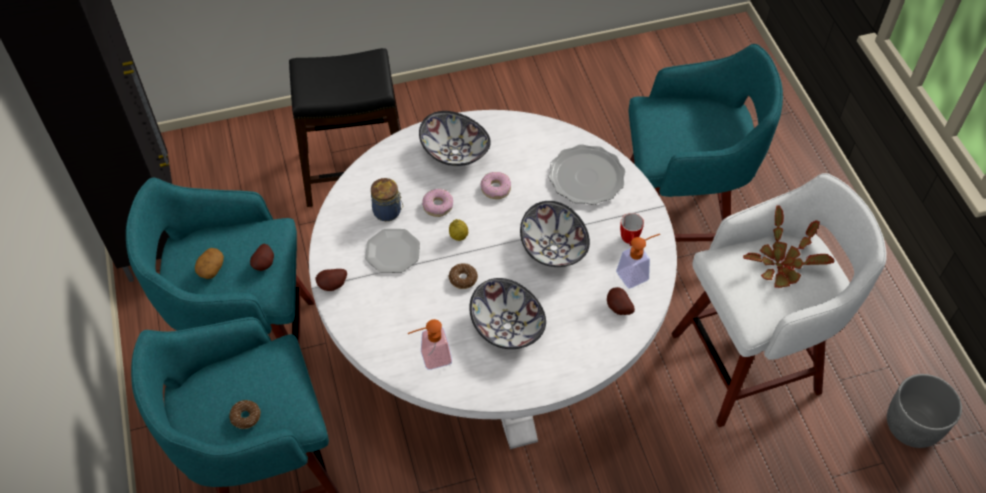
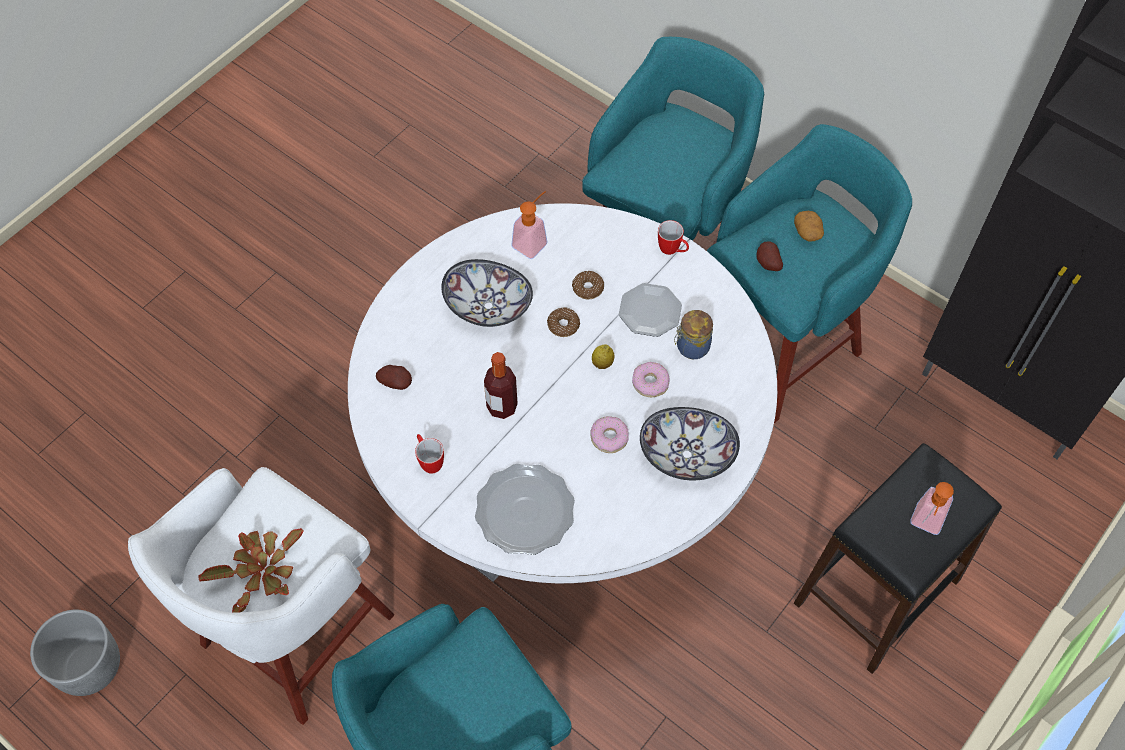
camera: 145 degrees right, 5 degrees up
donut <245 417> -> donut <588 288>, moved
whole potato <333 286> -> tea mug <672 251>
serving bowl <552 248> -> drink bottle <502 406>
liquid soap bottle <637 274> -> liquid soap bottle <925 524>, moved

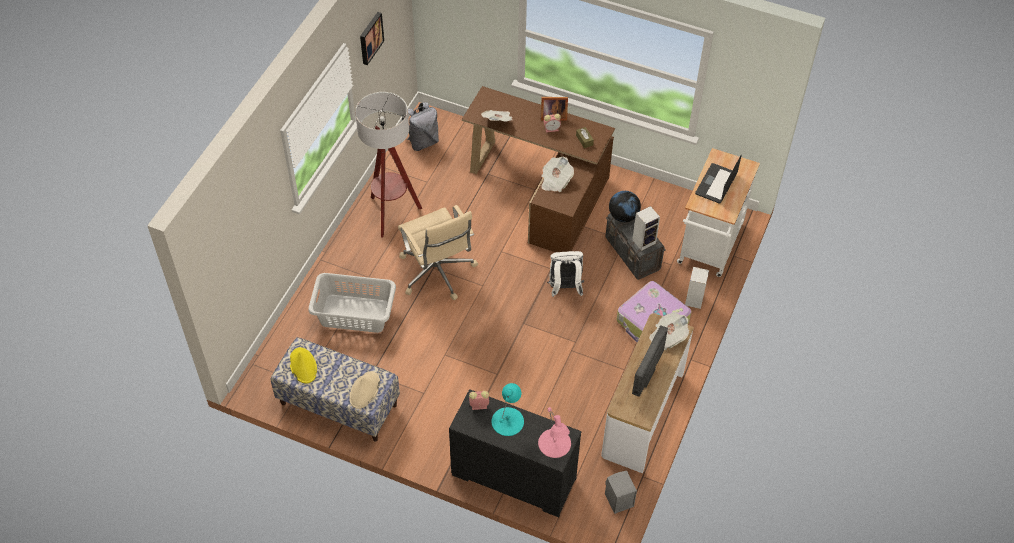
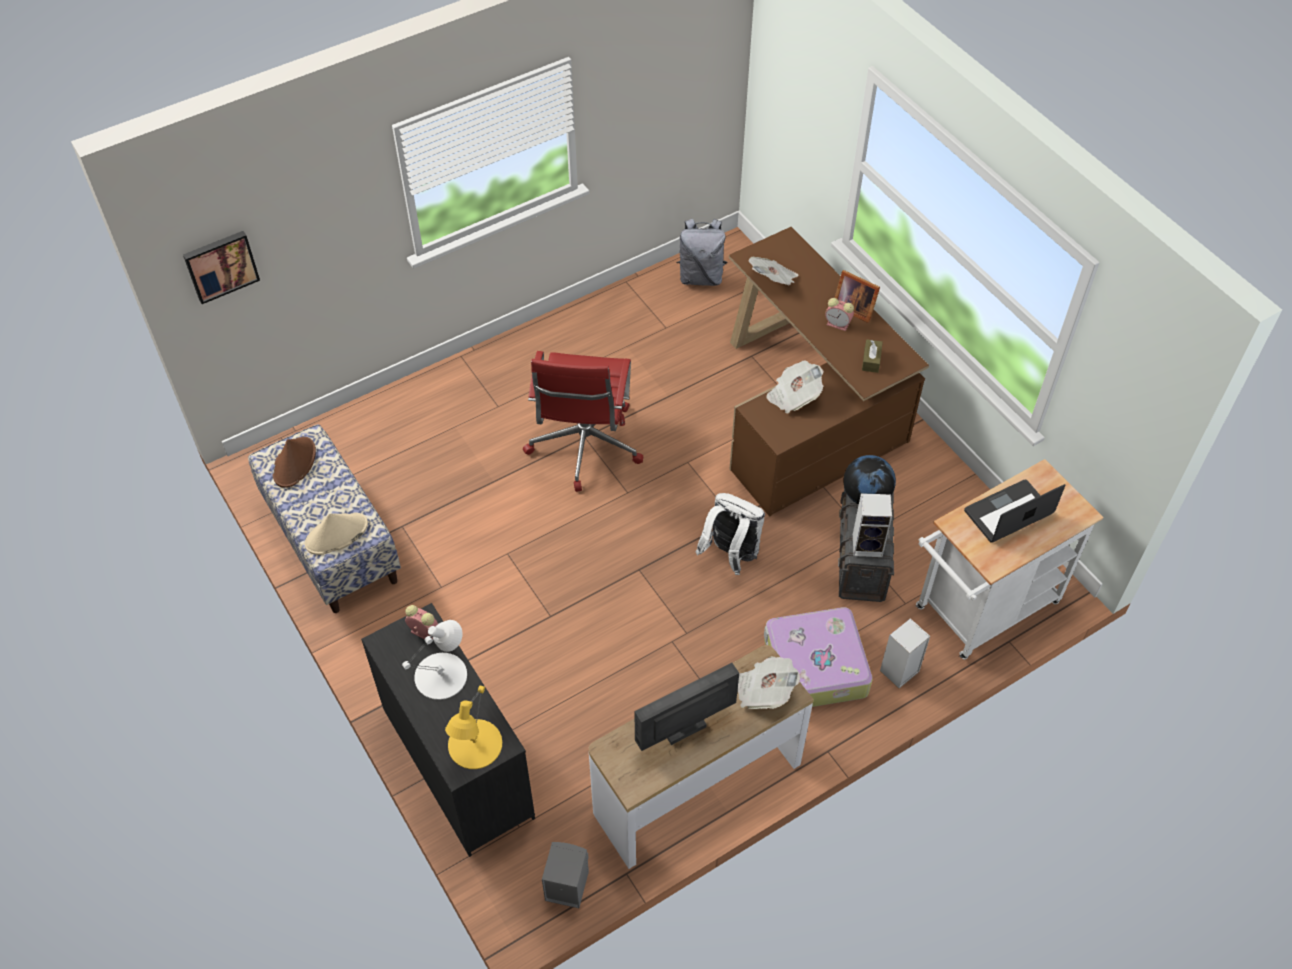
camera: 35 degrees right, 0 degrees up
clothing hat (yellow) <303 365> -> clothing hat (brown) <294 462>
washing basket (greyish) <354 313> -> none
standard lamp <391 213> -> none
picture <370 37> -> picture <220 265>, moved
computer chair (beige-coloured) <437 273> -> computer chair (reddish) <584 446>
tabletop lamp (blue-green) <508 421> -> tabletop lamp (whitish) <442 676>
tabletop lamp (pinkish) <554 444> -> tabletop lamp (yellow) <474 745>

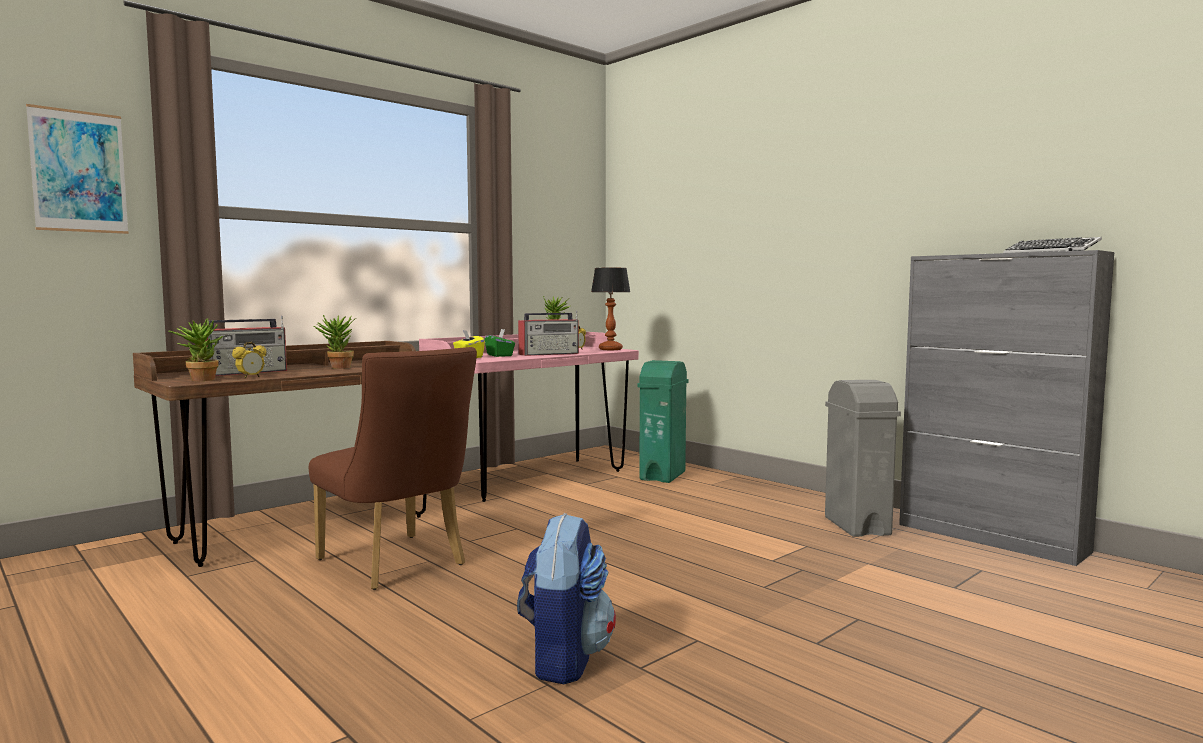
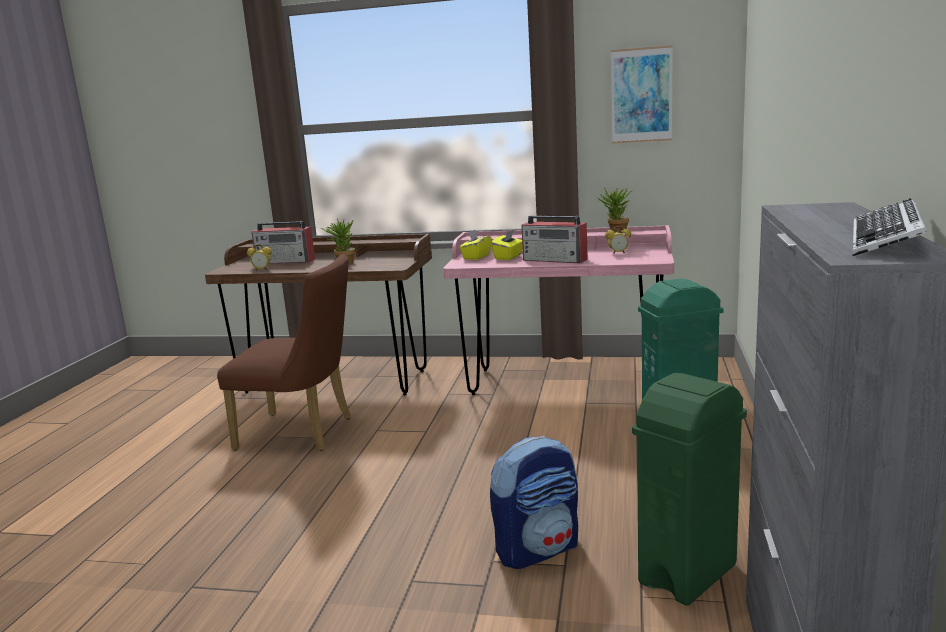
camera: 55 degrees right, 10 degrees up
picture <79 171> -> picture <641 95>, moved
plant in a pot <199 379> -> none
chair (brown) <397 564> -> chair (brown) <303 433>, 90 degrees counterclockwise
box of tissues (greenish) <500 355> -> box of tissues (yellow) <508 257>
backpack <564 658> -> backpack <538 549>, moved
tabletop lamp <611 349> -> none
trash can (greyish) <857 526> -> trash can (greenish) <689 573>

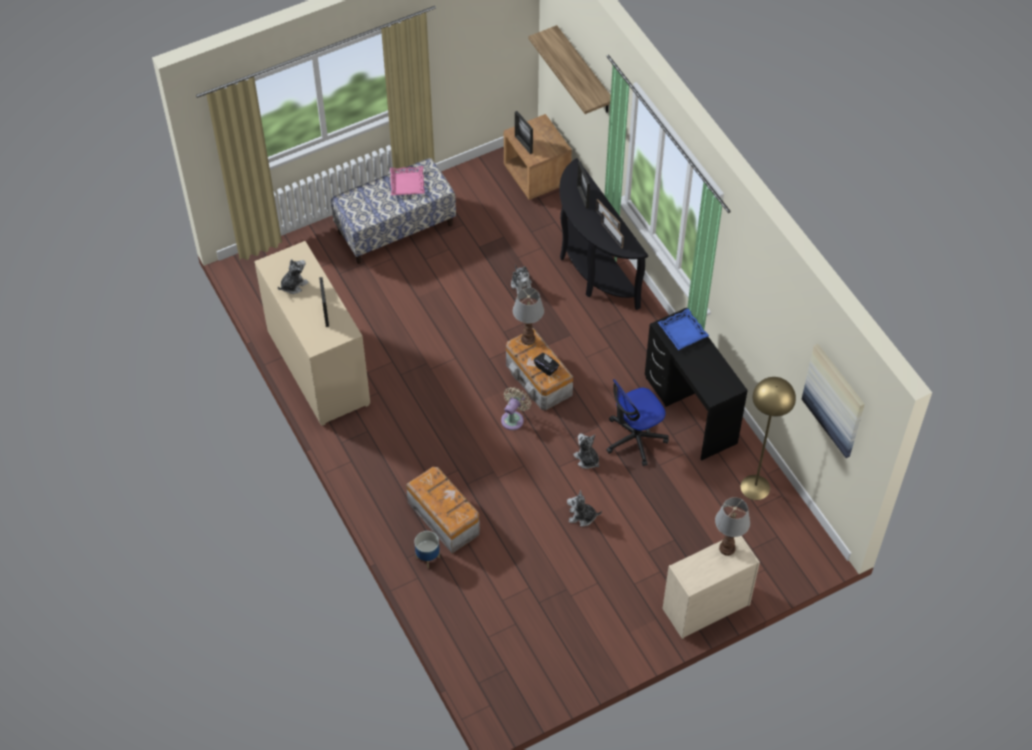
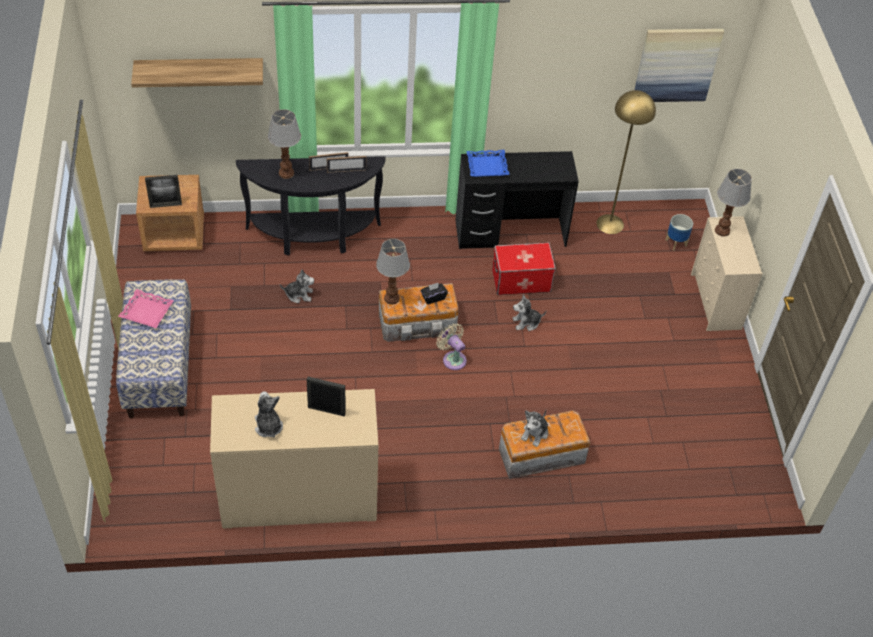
camera: 70 degrees left, 5 degrees down
flower pot <428 557> -> flower pot <676 243>, moved
plush toy <582 516> -> plush toy <535 433>, moved
picture frame <582 197> -> tabletop lamp <287 173>
computer chair <635 438> -> storage container <521 281>

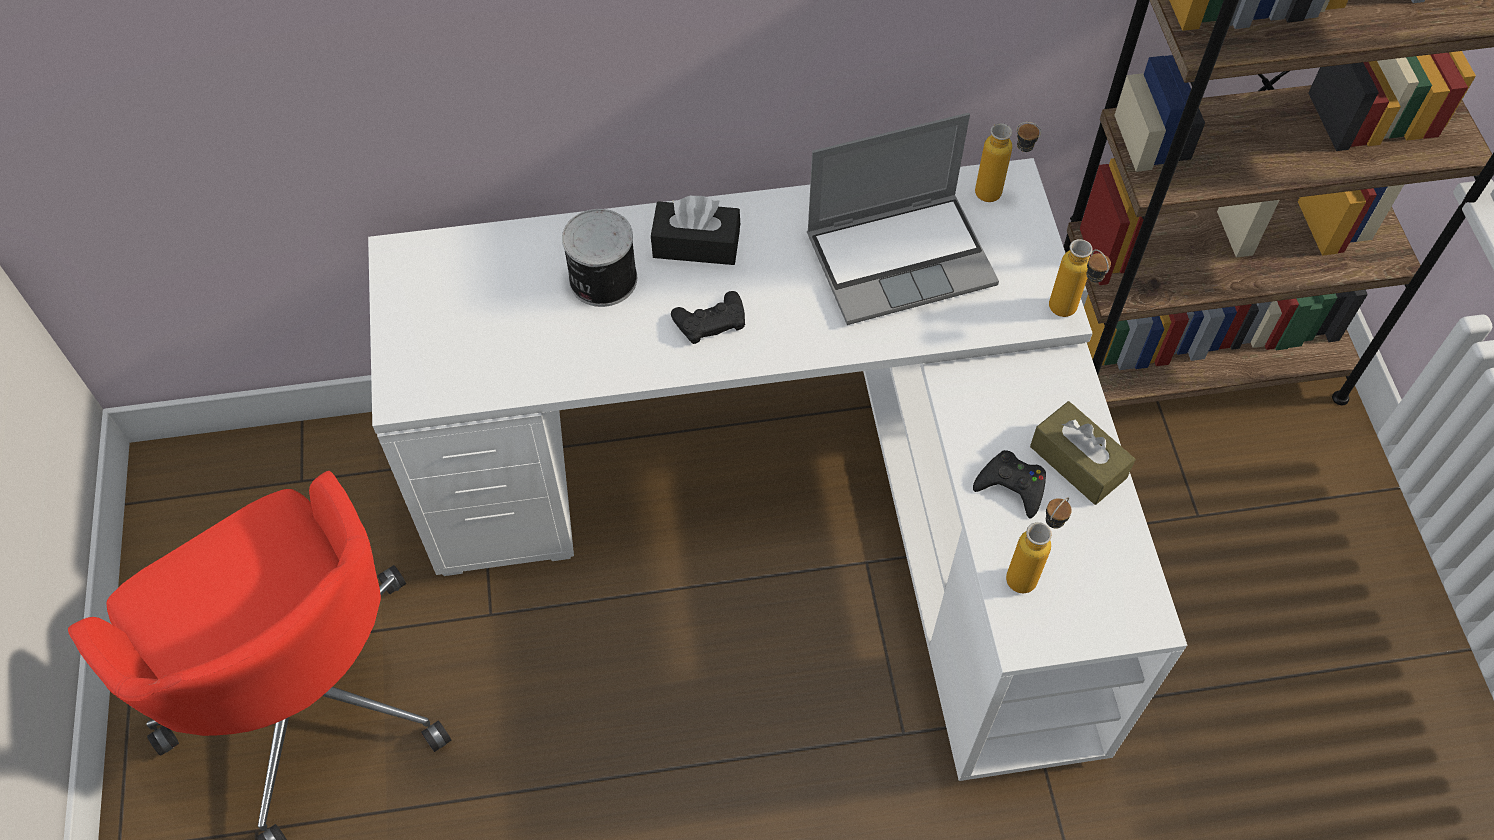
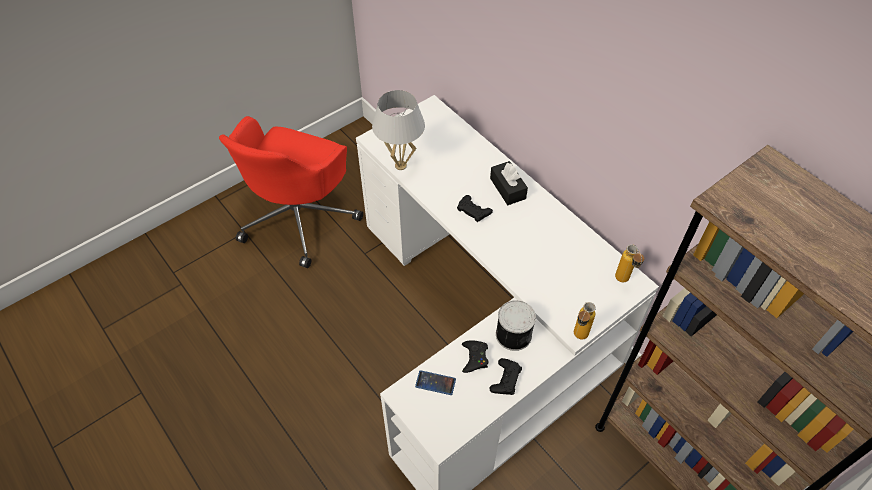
camera: 60 degrees right, 5 degrees down
sealed can <601 279> -> sealed can <512 334>, moved
notebook computer <901 258> -> none
drink bottle <1029 571> -> handset <435 383>
box of tissues (brown) <1078 462> -> gamepad (black-coloured) <505 379>
none -> tabletop lamp (whitish) <401 166>

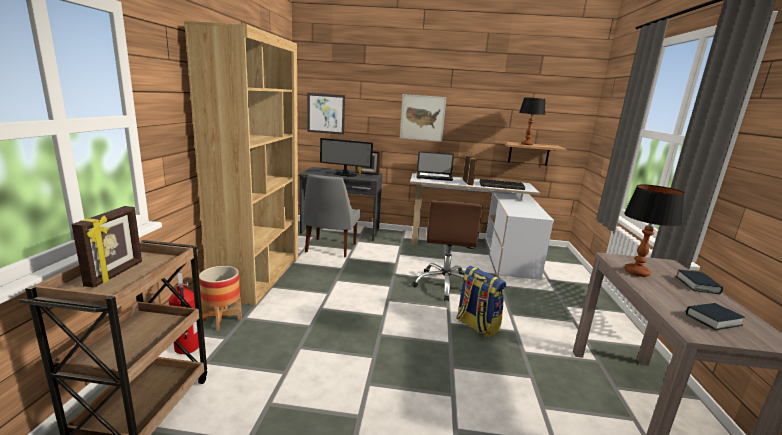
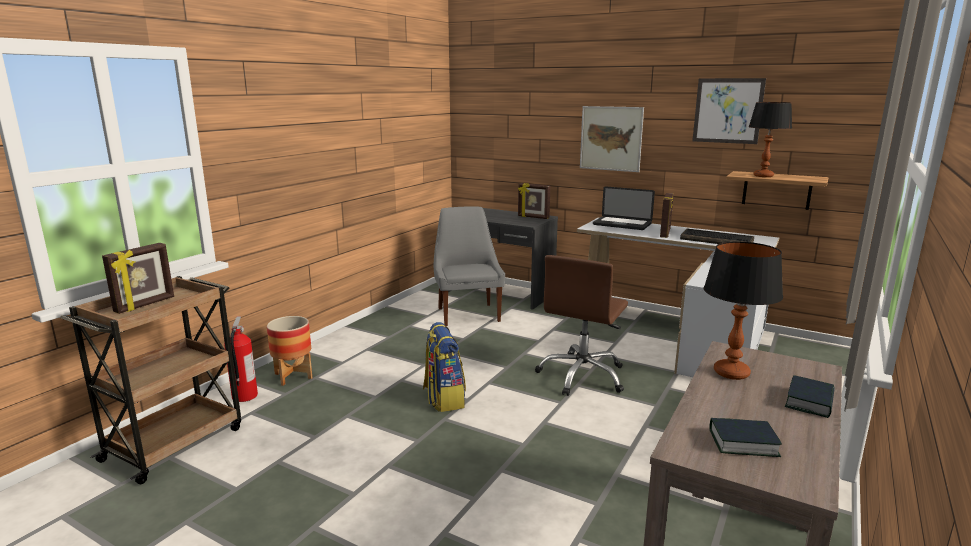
camera: 25 degrees right, 0 degrees up
shelving unit (brown) <258 276> -> none
chair (greyish) <330 249> -> chair (greyish) <468 314>, 135 degrees clockwise
picture <326 113> -> picture <727 110>, moved
computer display <345 175> -> none
backpack <476 326> -> backpack <443 398>, moved

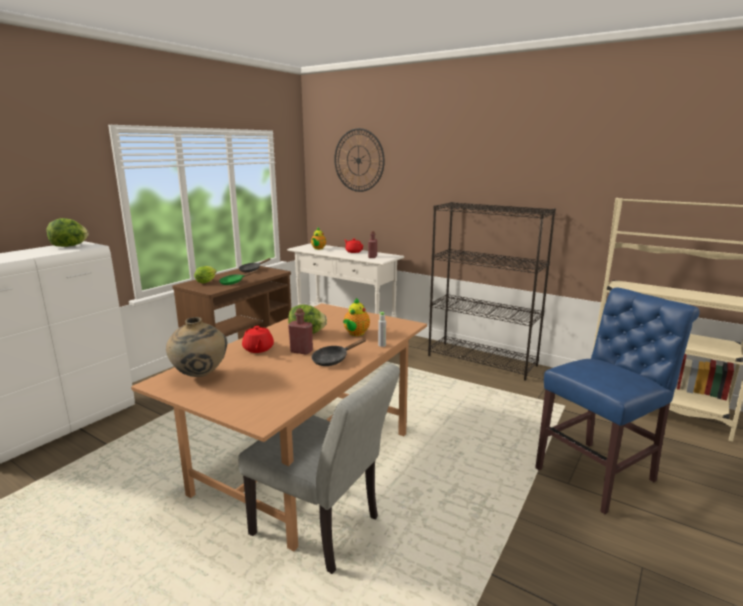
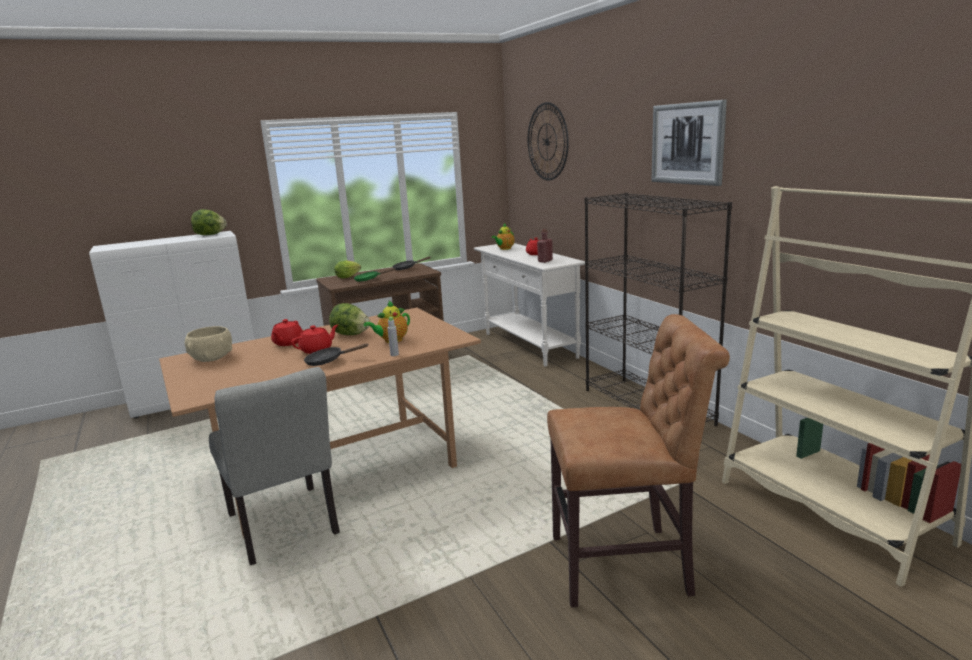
camera: 30 degrees right, 0 degrees up
decorative vase (beige-coloured) <201 376> -> serving bowl (beige-coloured) <212 358>
drink bottle (reddish) <301 351> -> tea pot (reddish) <317 350>
chair (bluish) <599 473> -> chair (brown) <627 565>
none -> picture <687 143>

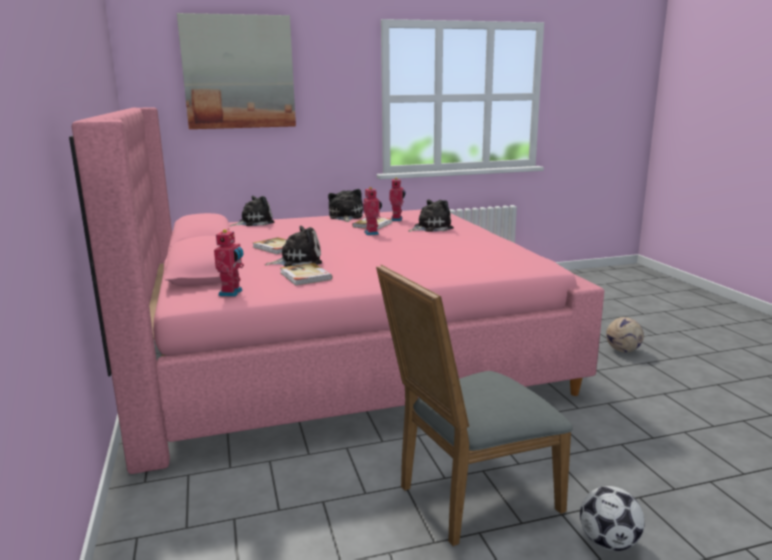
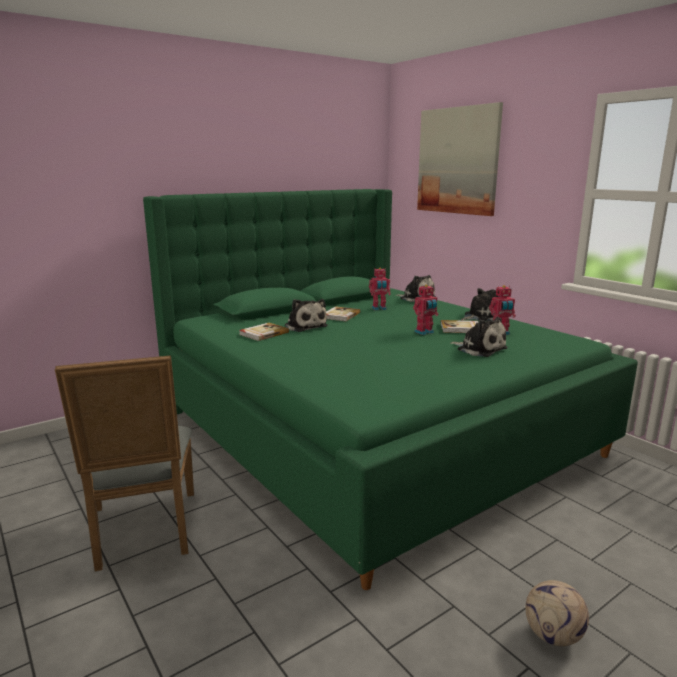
camera: 70 degrees right, 0 degrees up
sleeping bed (pinkish) <338 352> -> sleeping bed (greenish) <371 429>
robot figure <232 293> -> robot figure <379 309>, moved
chair (greyish) <469 498> -> chair (greyish) <143 533>, 150 degrees counterclockwise
football <608 542> -> none

